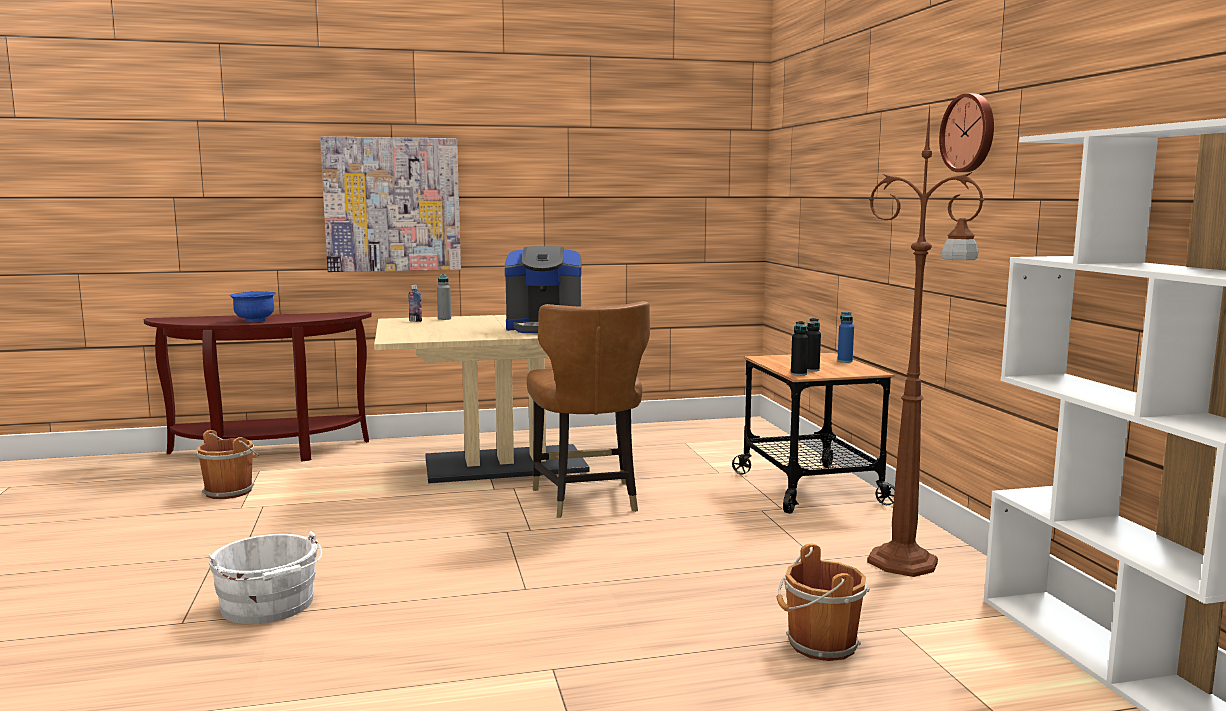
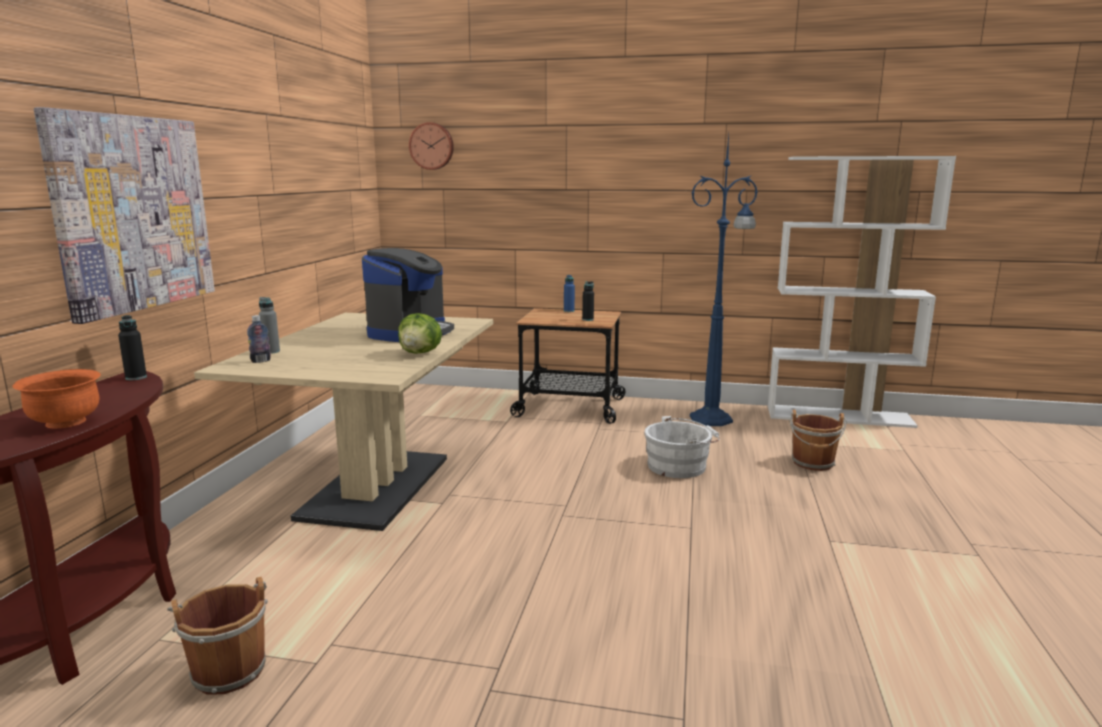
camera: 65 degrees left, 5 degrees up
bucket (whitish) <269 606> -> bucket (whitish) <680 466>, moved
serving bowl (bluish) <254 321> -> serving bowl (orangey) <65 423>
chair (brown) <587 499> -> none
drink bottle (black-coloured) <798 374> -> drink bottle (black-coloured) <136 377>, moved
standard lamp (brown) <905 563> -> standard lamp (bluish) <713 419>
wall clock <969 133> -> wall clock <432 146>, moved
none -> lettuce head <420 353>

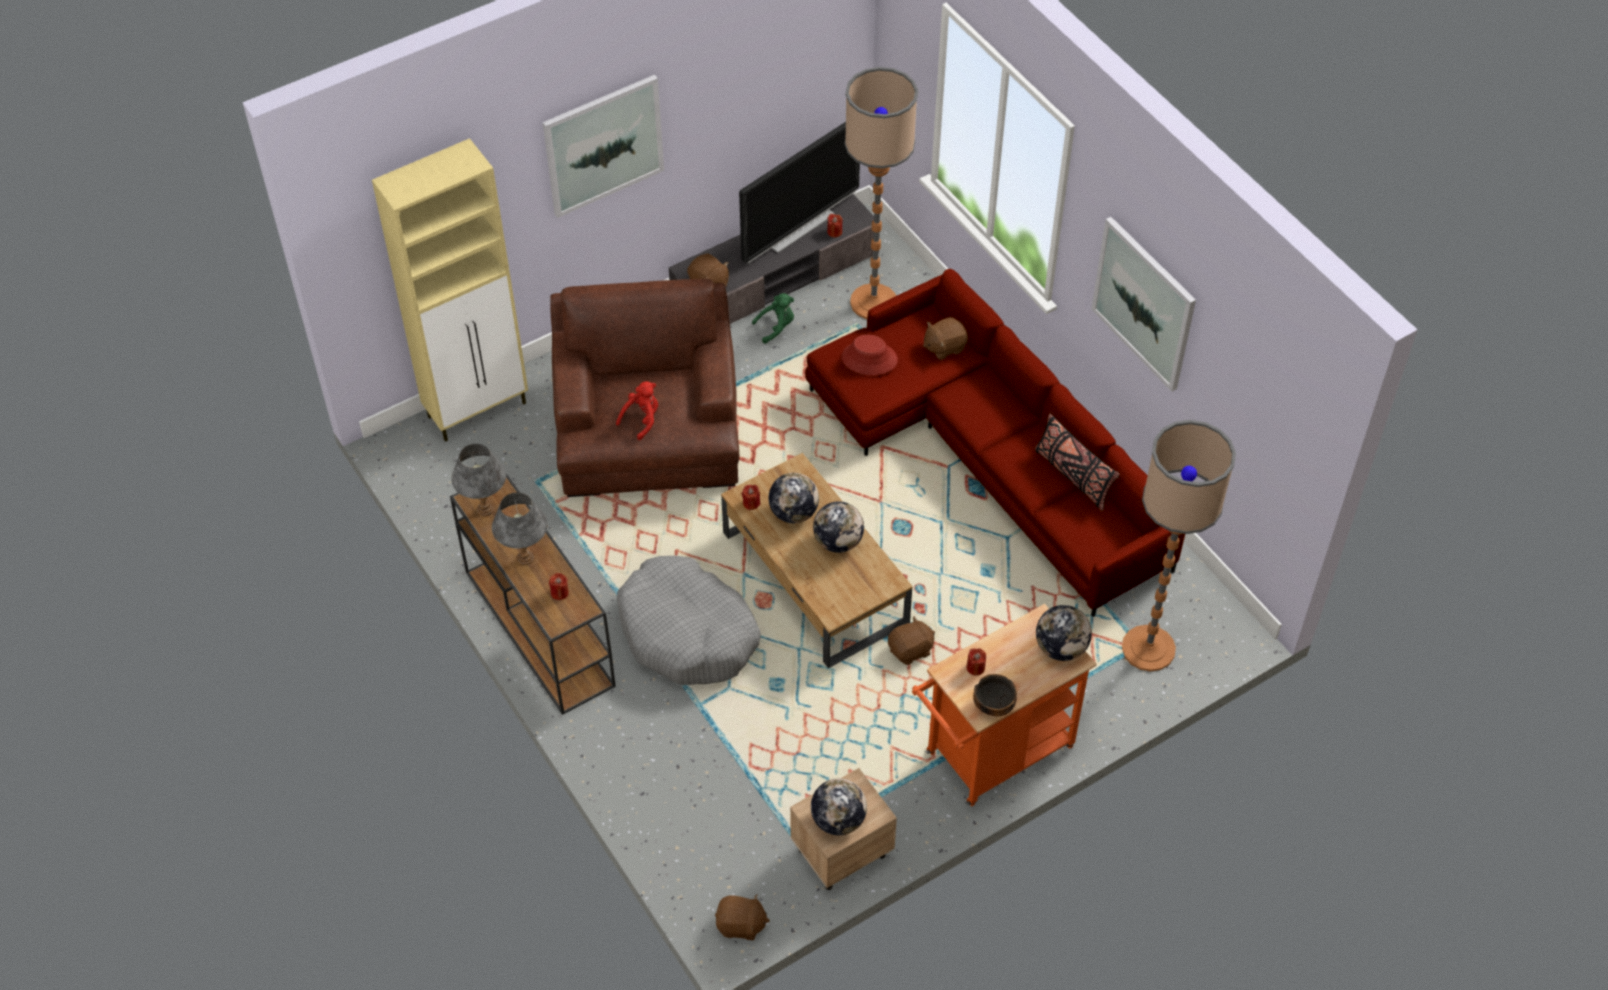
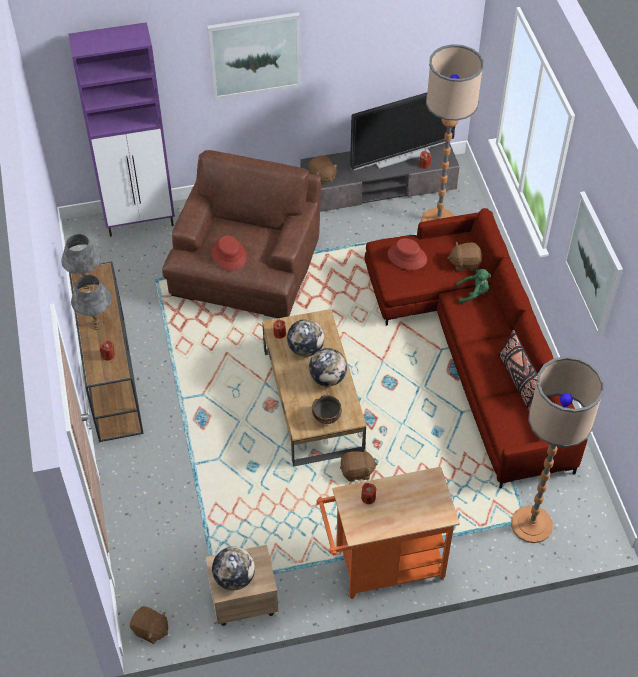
camera: 20 degrees right, 0 degrees up
cabinet (beige-coloured) <478 409> -> cabinet (purplish) <141 221>
plush toy (reddish) <642 419> -> clothing hat (reddish) <229 254>
dog bed (greyish) <688 633> -> none
plush toy (greenish) <776 327> -> plush toy (greenish) <473 293>, moved
serving bowl <994 705> -> serving bowl <327 417>, moved
world globe <1061 648> -> none

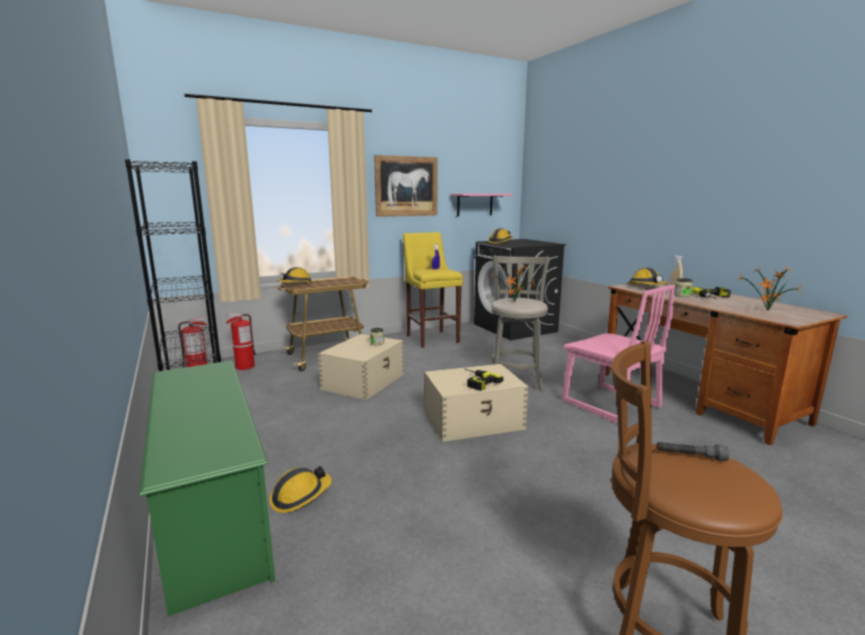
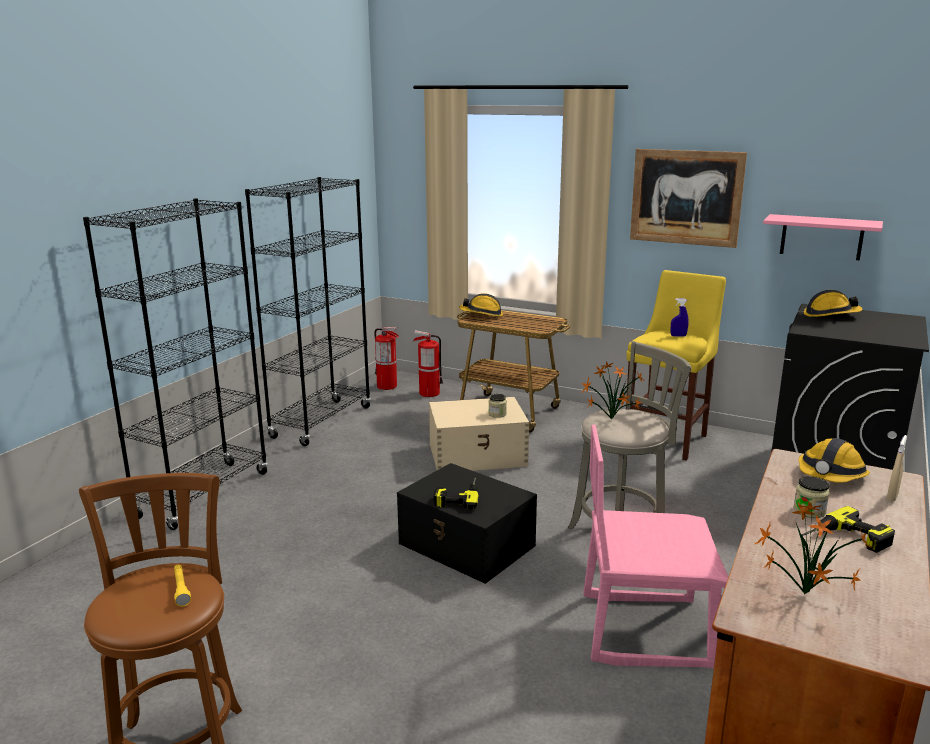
camera: 55 degrees right, 5 degrees up
shoe shelf (greenish) <213 511> -> shelving unit (black-coloured) <203 495>
hard hat <300 496> -> none
storage container (beige-coloured) <474 420> -> storage container (black-coloured) <467 545>
chair (pinkish) <610 405> -> chair (pinkish) <644 629>, 75 degrees clockwise
flashlight (greyish) <690 456> -> flashlight (yellow) <181 589>

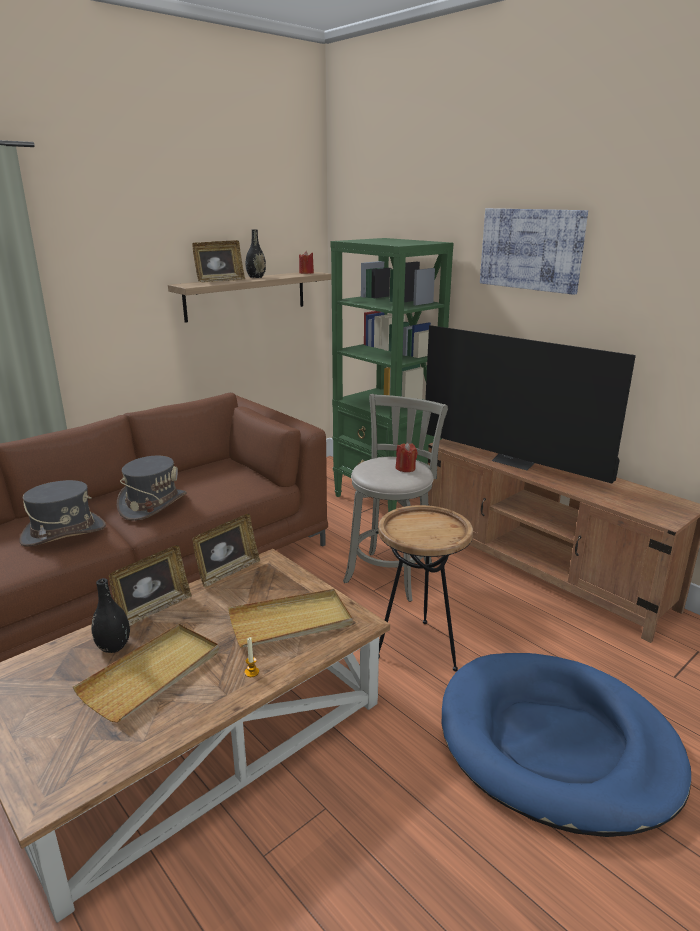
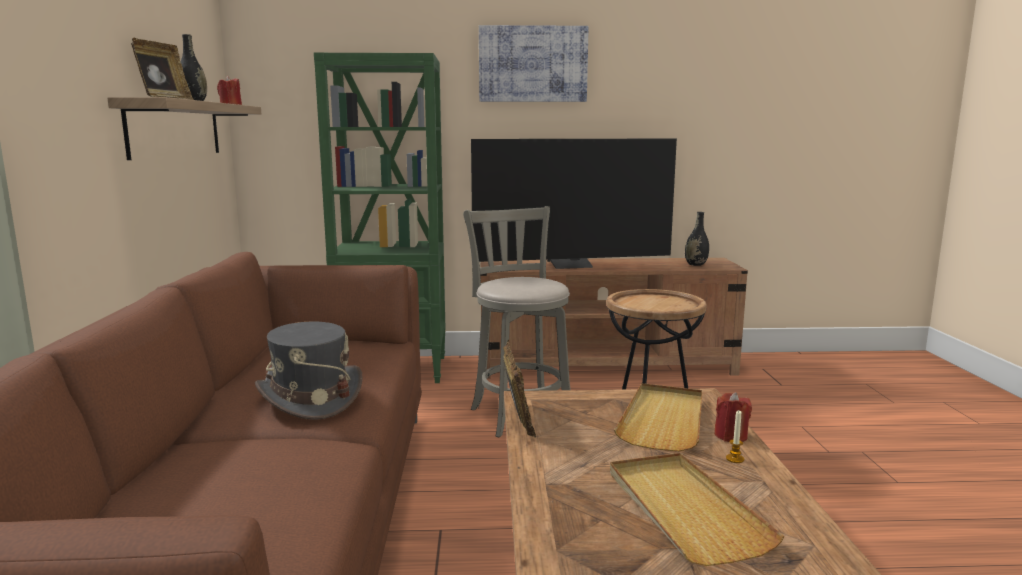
camera: 50 degrees left, 10 degrees down
clothing hat (greyish) <63 533> -> none
decorative vase (black-coloured) <113 647> -> decorative vase (black-coloured) <696 264>, moved
picture frame <154 609> -> none
candle (reddish) <405 468> -> candle (reddish) <730 436>, moved
dog bed (bluish) <556 744> -> none

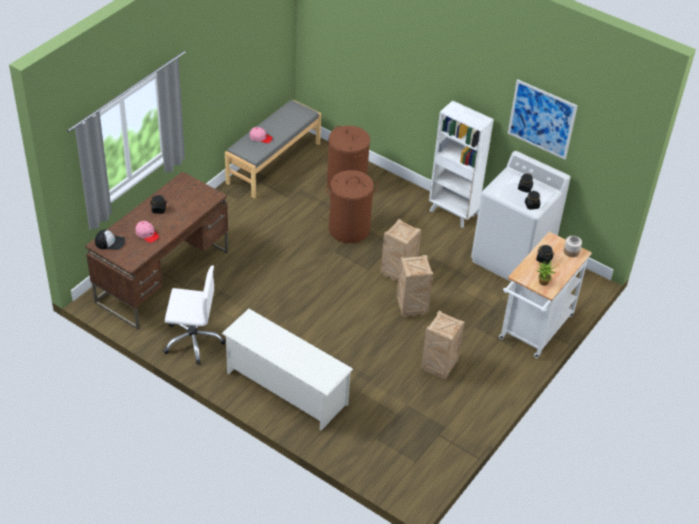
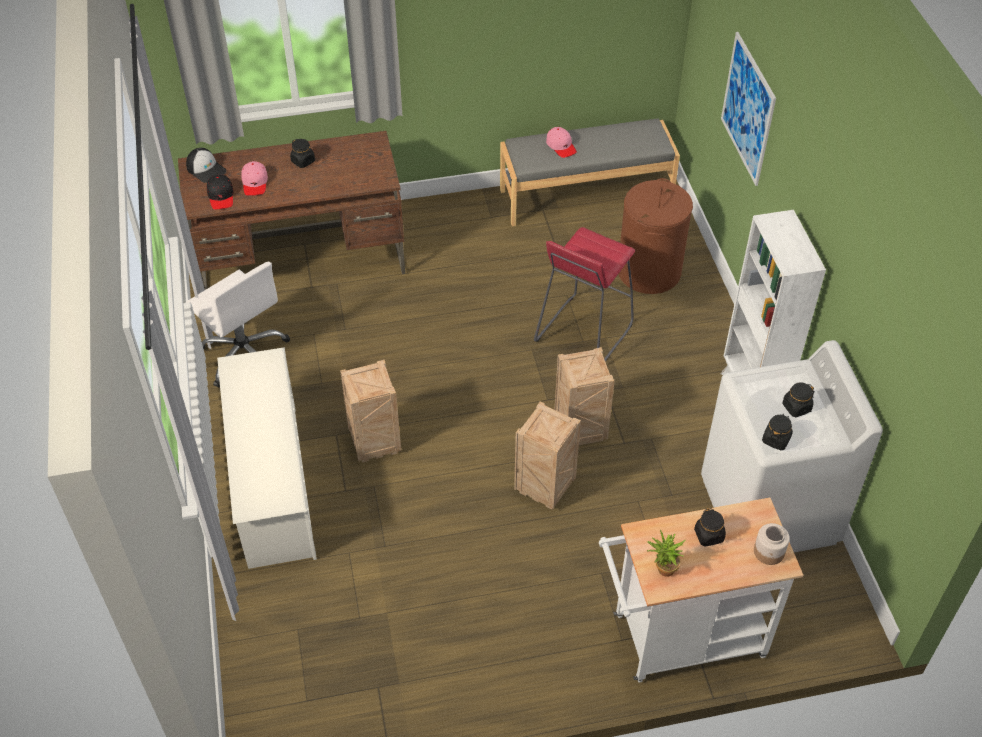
camera: 45 degrees right, 5 degrees up
washing basket (brown) <349 229> -> sitting stool (reddish) <583 333>
shipping crate <439 367> -> shipping crate <374 444>, moved
picture <541 119> -> picture <748 109>, moved
none -> peaked cap (black-coloured) <221 196>

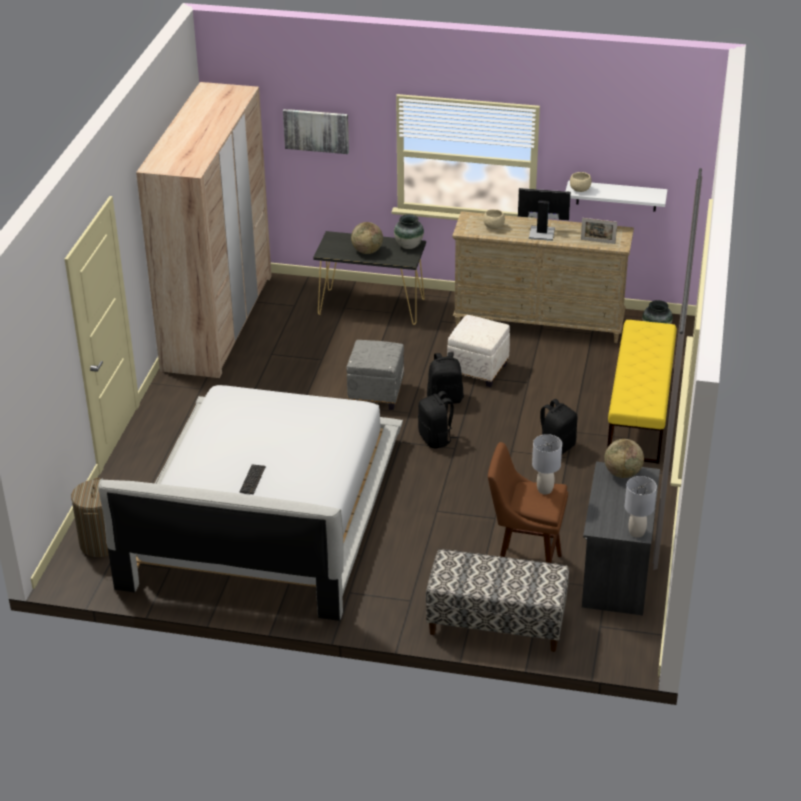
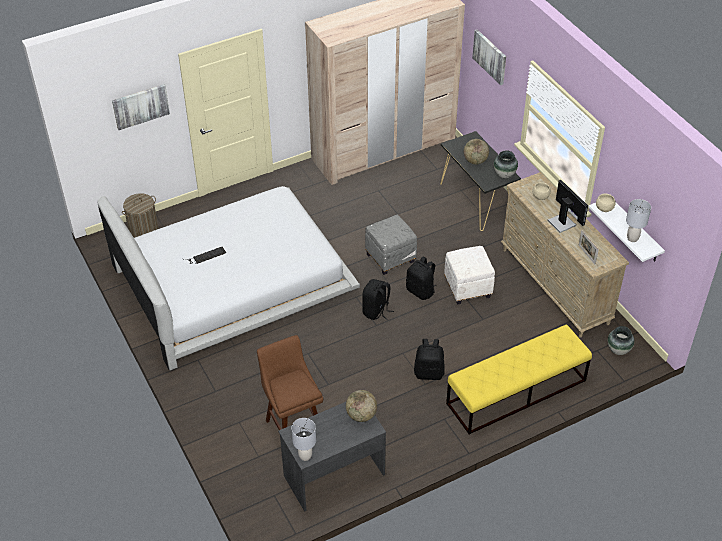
camera: 50 degrees right, 10 degrees up
bench <496 624> -> none
tabletop lamp (greyish) <544 490> -> tabletop lamp (greyish) <632 238>, moved
none -> picture <140 106>

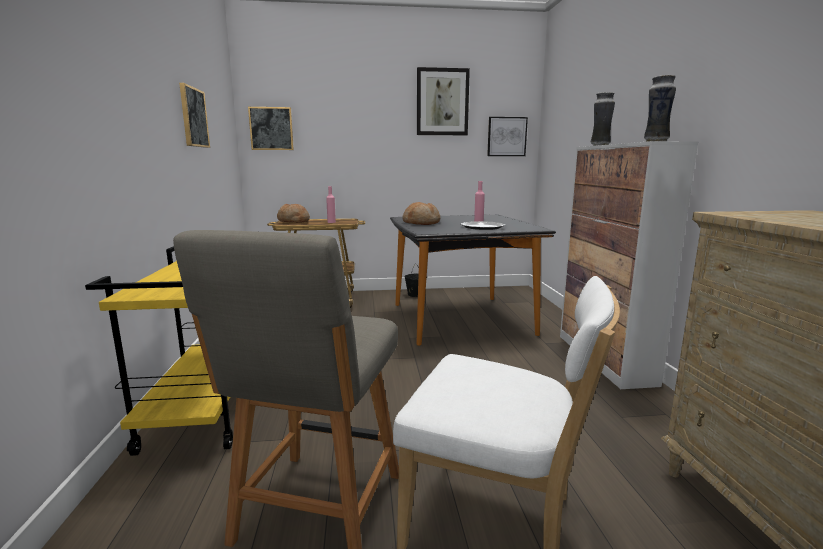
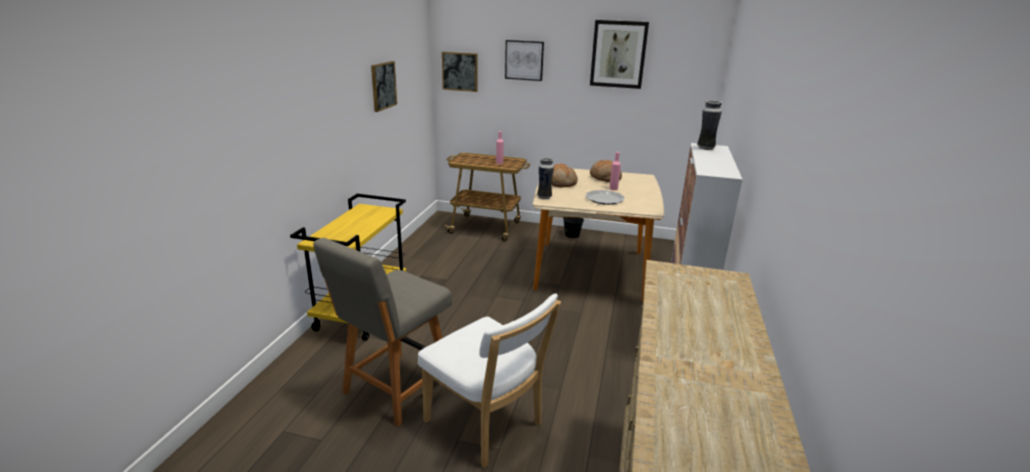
camera: 20 degrees right, 10 degrees up
bakery bread <293 221> -> bakery bread <605 178>, moved
dining table (black-coloured) <460 319> -> dining table (beige-coloured) <590 270>
picture <506 136> -> picture <524 60>, moved
decorative vase <655 141> -> decorative vase <544 197>, moved

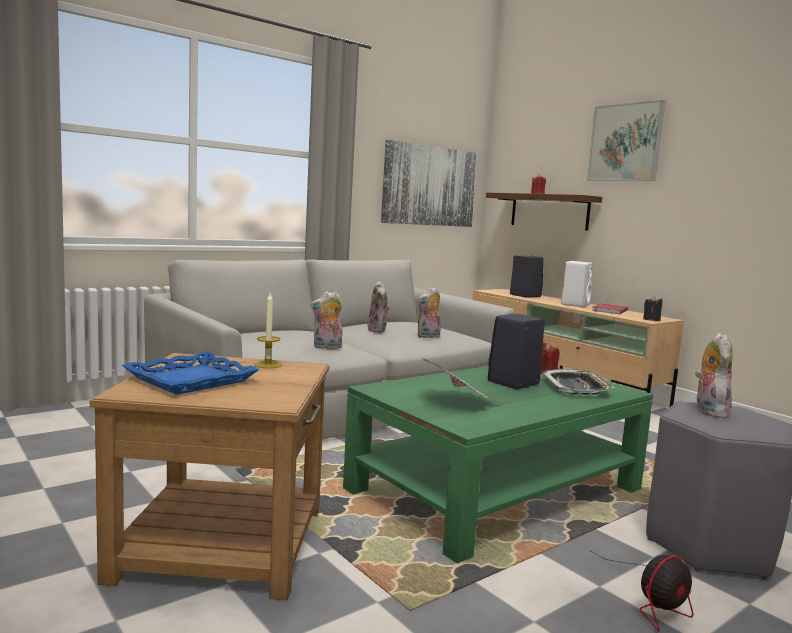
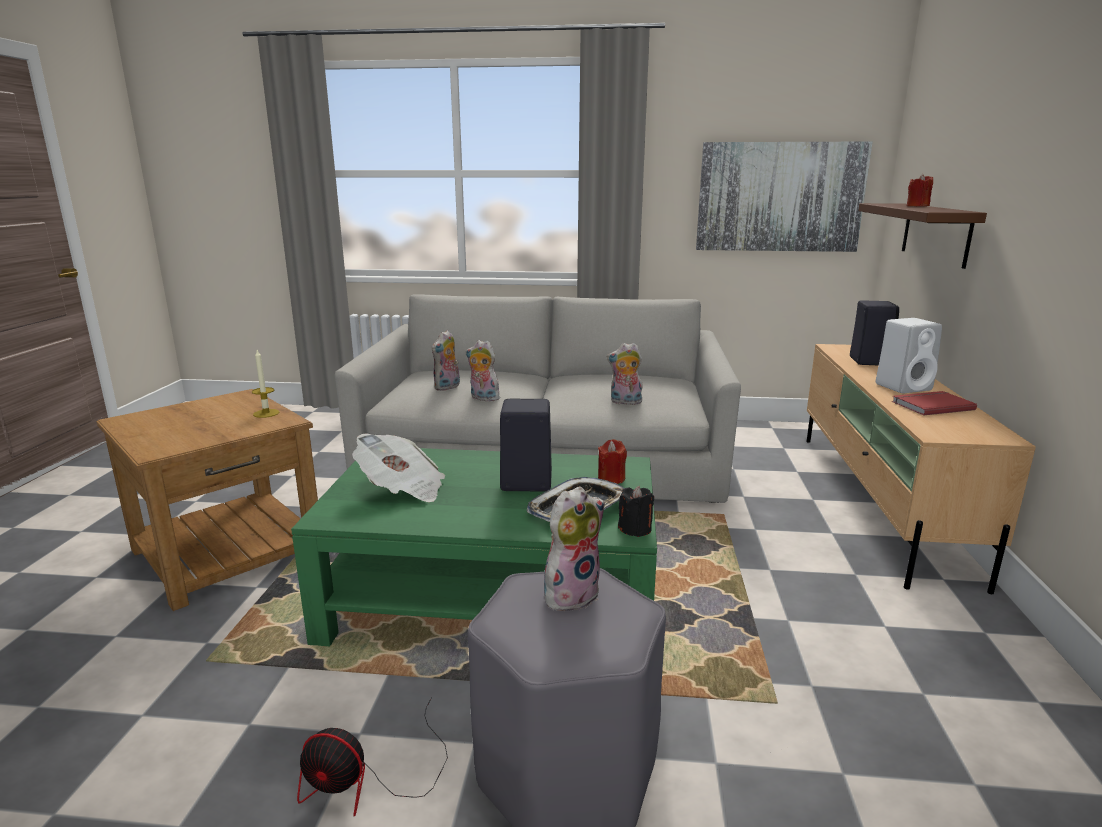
camera: 45 degrees right, 10 degrees up
carrying tray (bluish) <191 380> -> none
plush toy <378 330> -> plush toy <447 387>, moved
picture <625 142> -> none
candle (black-coloured) <651 320> -> candle (black-coloured) <635 529>, moved

